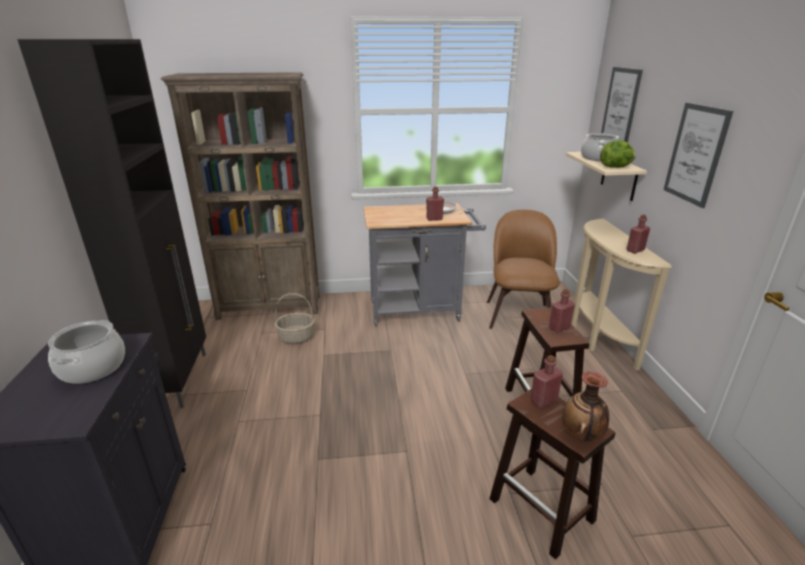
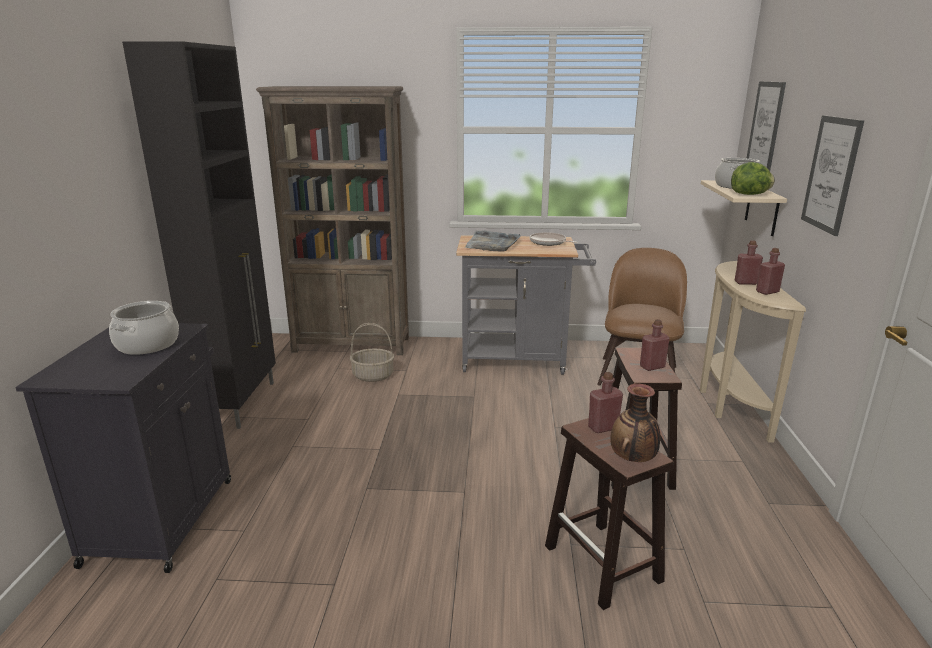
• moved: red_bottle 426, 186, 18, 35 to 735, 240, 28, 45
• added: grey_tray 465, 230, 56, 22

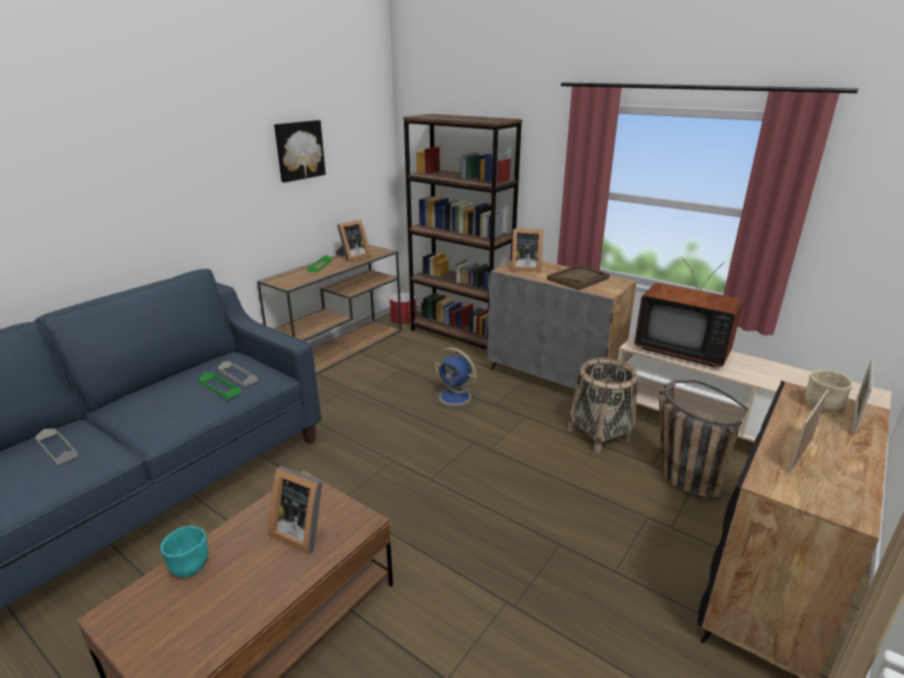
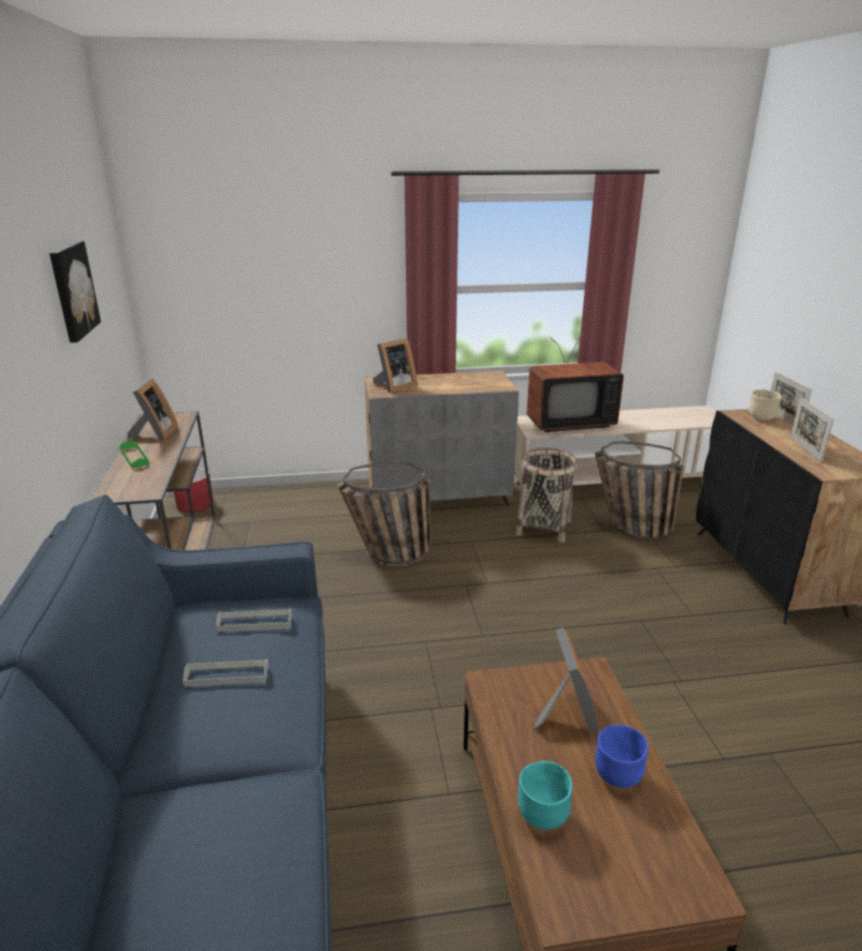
• moved: grey_tray 35, 429, 43, 36 to 183, 659, 86, 28
• removed: green_tray 199, 373, 42, 26
• turned: picture_frame 269, 466, 53, 88 = 533, 628, 65, 106 75 degrees counterclockwise
• removed: brown_bookcase 403, 114, 119, 235
• replaced: blue_fan 431, 348, 49, 62 to basket 337, 462, 94, 102
• removed: brown_tray 547, 265, 63, 25
• added: blue_bowl 595, 725, 53, 63

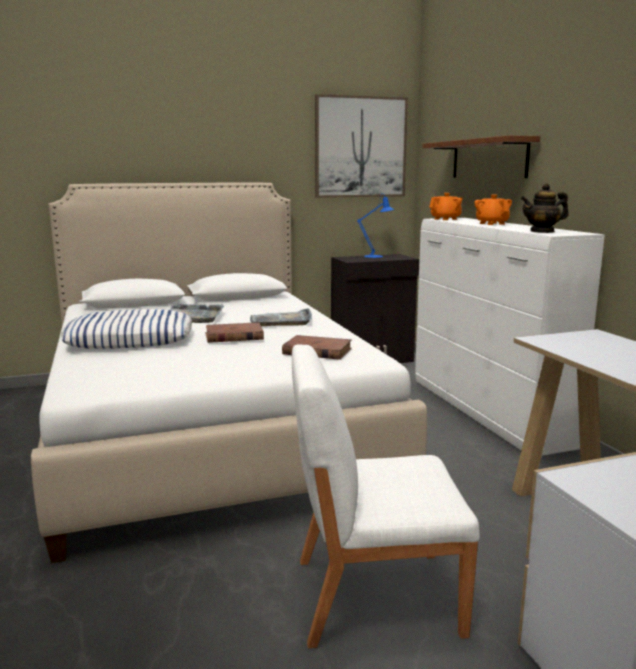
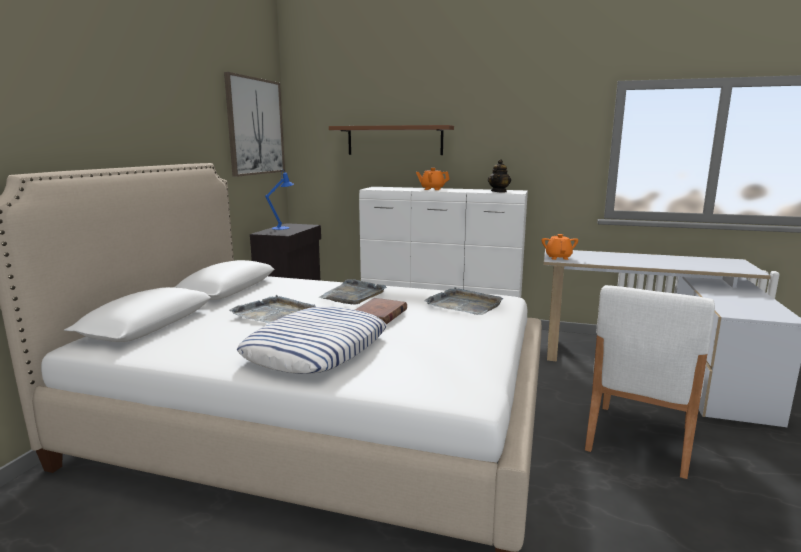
• replaced: brown_book 282, 335, 70, 25 to grey_tray 424, 287, 79, 28
• moved: orange_teapot 429, 193, 34, 27 to 542, 234, 36, 26

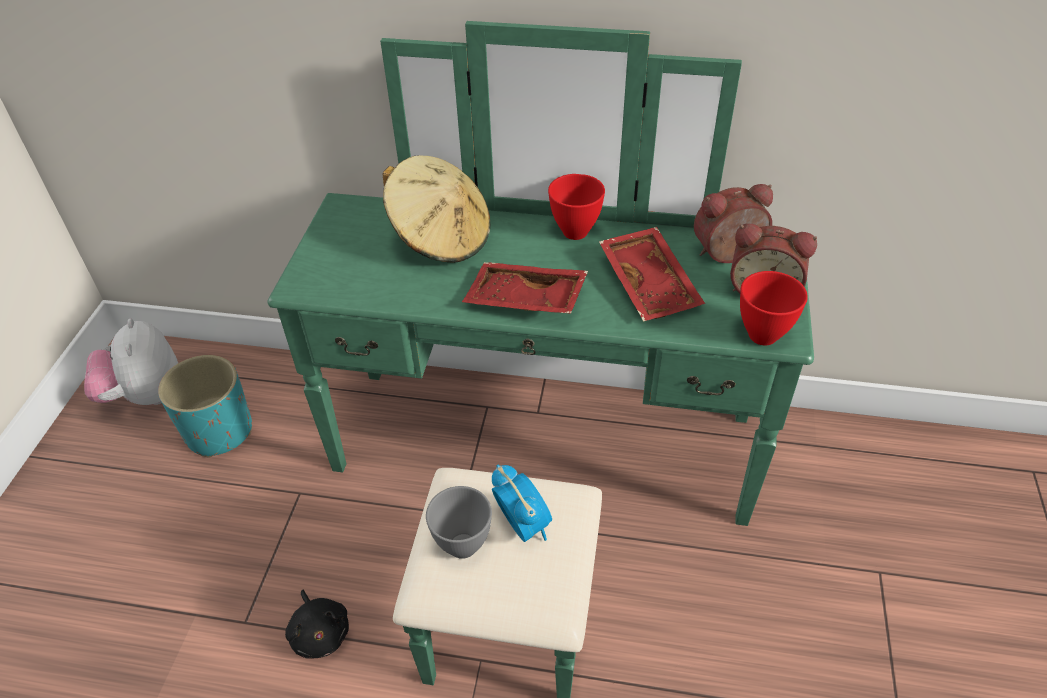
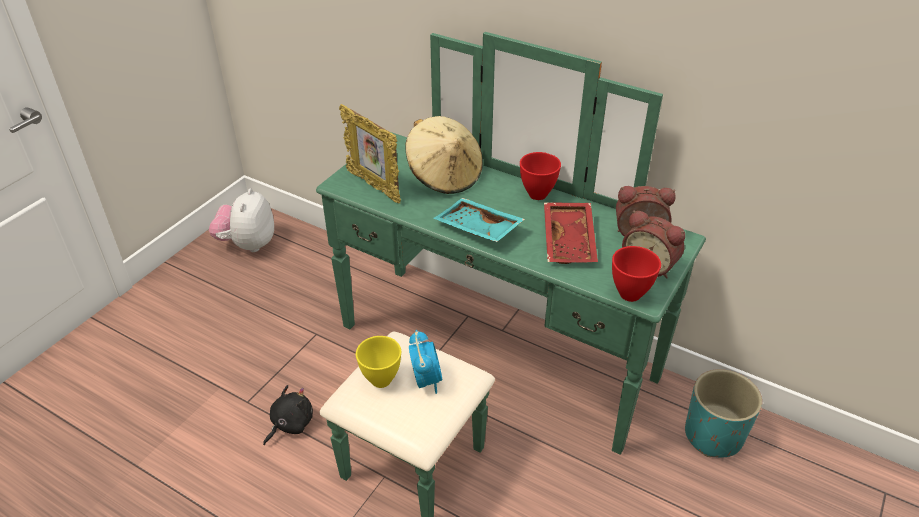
• moved: turquoise_planter 158, 355, 94, 103 to 685, 369, 77, 89
• turned: black_plush_toy 285, 589, 64, 70 = 263, 385, 50, 60 135 degrees counterclockwise
• recoloured: grey_bowl 426, 486, 66, 73 to yellow_bowl 356, 336, 45, 52
• recoloured: red_tray 462, 262, 126, 52 to turquoise_tray 434, 198, 91, 44
• added: picture_frame 339, 104, 62, 100

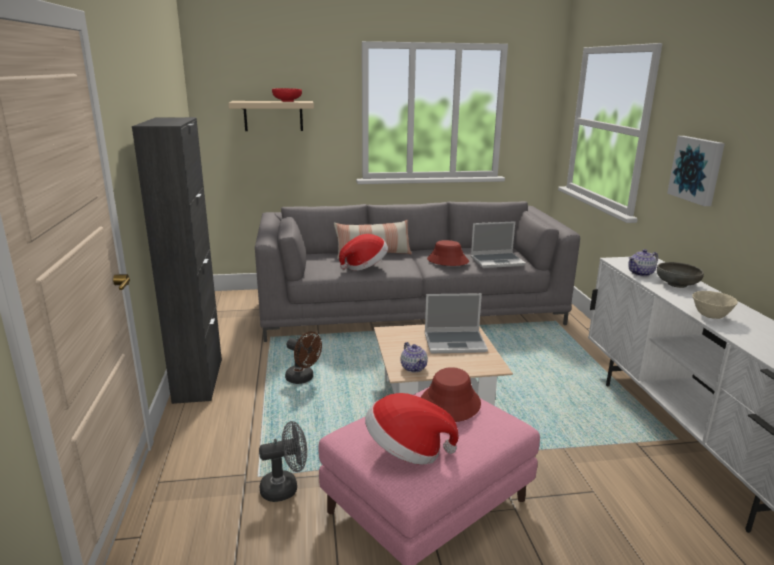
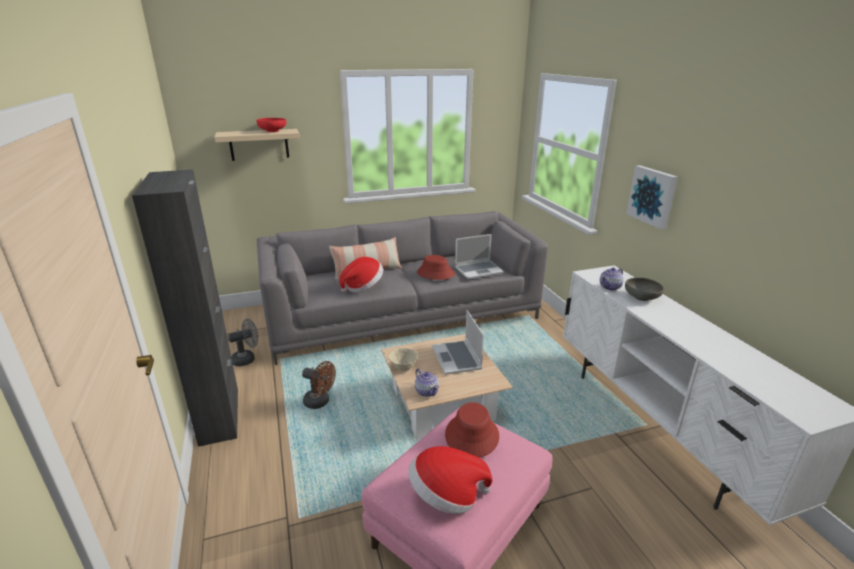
• moved: grey_fan 259, 421, 48, 81 to 228, 319, 30, 47
• turned: laptop 425, 293, 63, 60 = 432, 310, 52, 65 90 degrees clockwise
• moved: beige_bowl 692, 291, 46, 28 to 389, 348, 29, 23

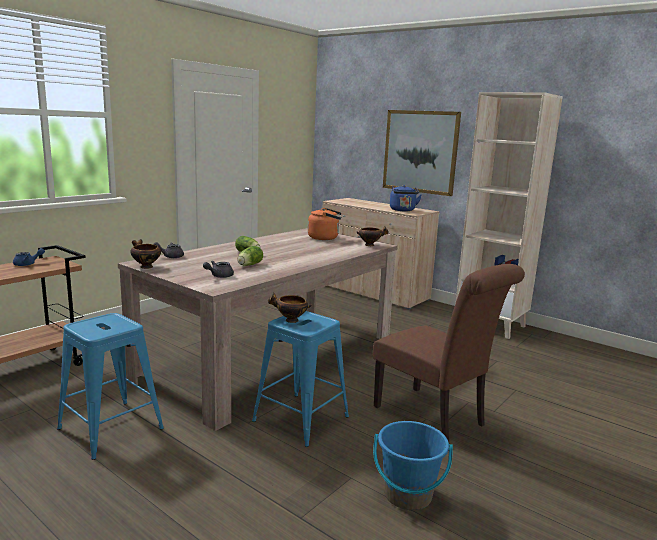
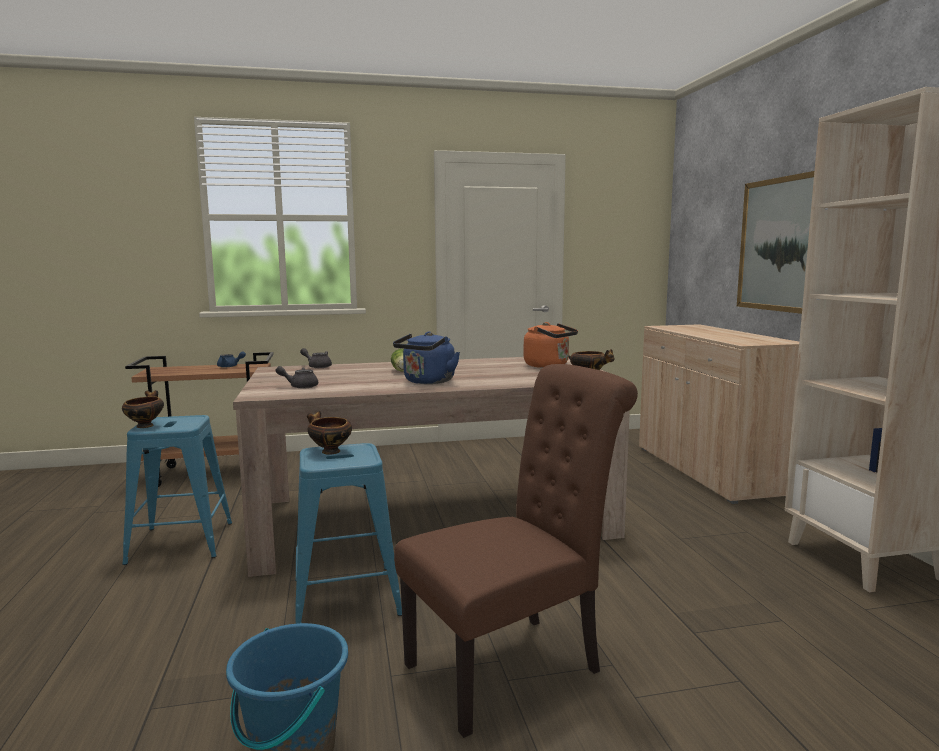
• moved: bowl 130, 239, 31, 30 to 122, 390, 42, 38
• removed: lettuce 237, 246, 26, 20
• turned: brown_chair 373, 264, 152, 178 = 394, 364, 244, 374 120 degrees counterclockwise
• moved: blue_kettle 390, 185, 32, 26 to 393, 332, 67, 52

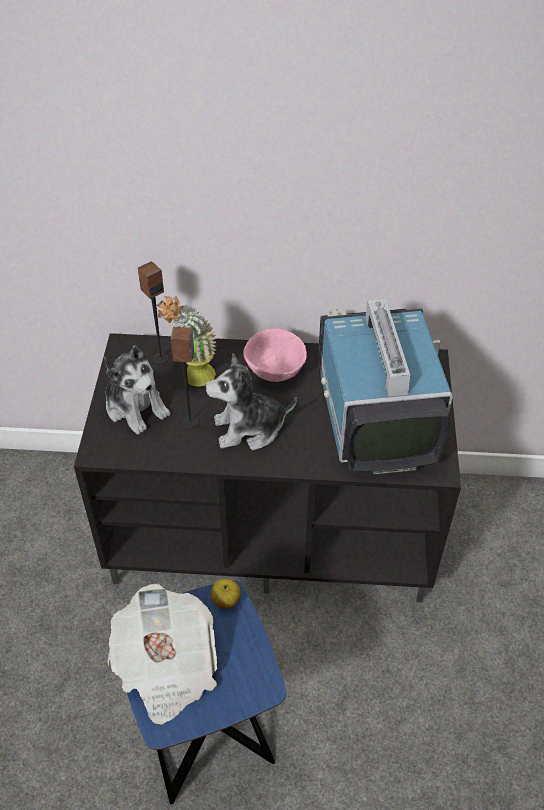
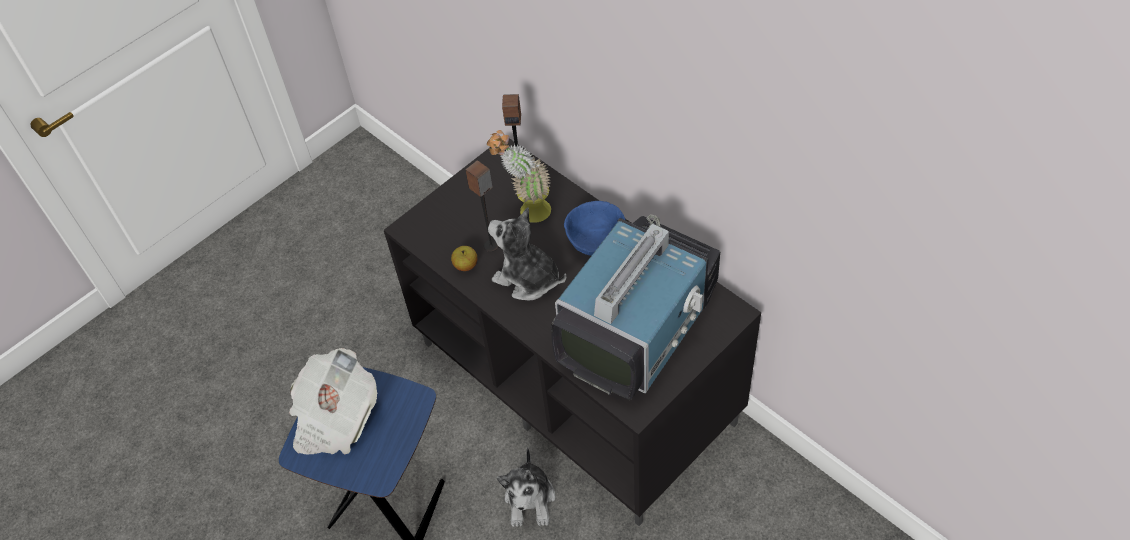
• moved: plush_toy 104, 345, 66, 90 to 497, 447, 59, 80
• moved: apple 211, 578, 30, 31 to 451, 246, 26, 25
• recoloured: pink_bowl 243, 329, 64, 53 to blue_bowl 564, 201, 61, 55

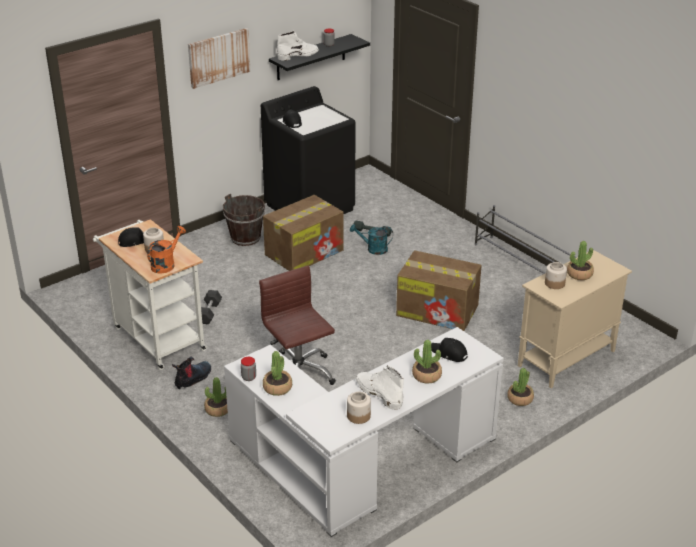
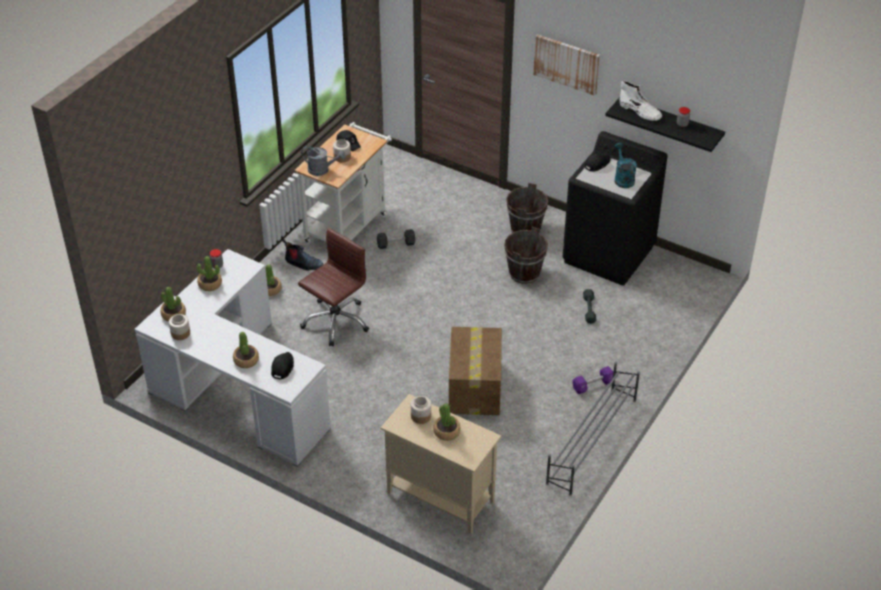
• recoloured: orange_watering_can 147, 226, 39, 48 to grey_watering_can 301, 146, 45, 30
• replaced: cardboard_box 263, 195, 81, 76 to brown_bucket 504, 226, 44, 58
• moved: turquoise_watering_can 350, 224, 43, 31 to 614, 143, 23, 45
• removed: white_boot 356, 365, 47, 45
• moved: potted_plant 507, 368, 27, 38 to 160, 287, 26, 35
• added: purple_dumbbell 572, 366, 41, 28

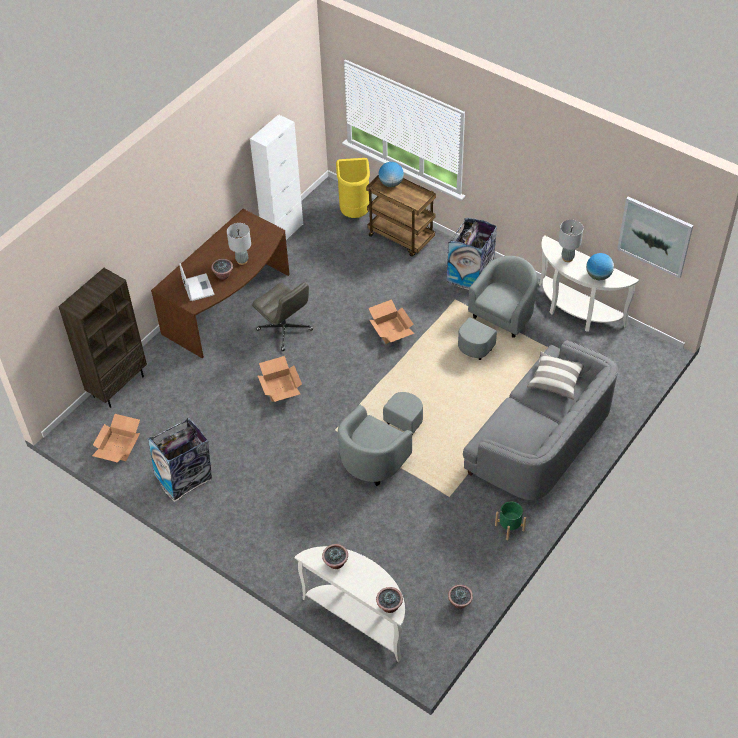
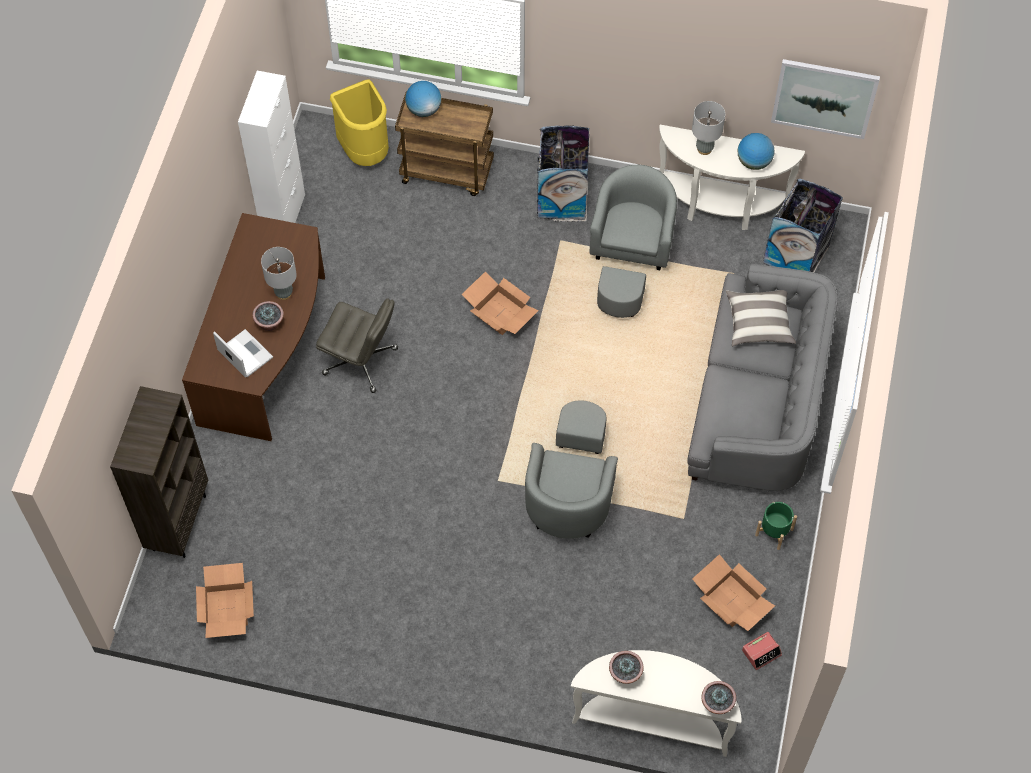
• moved: trash_can 147, 418, 65, 84 to 763, 179, 80, 93
• moved: cardboard_box 258, 356, 44, 46 to 692, 554, 83, 77
• replaced: potted_plant 448, 585, 25, 24 to alarm_clock 742, 632, 40, 38

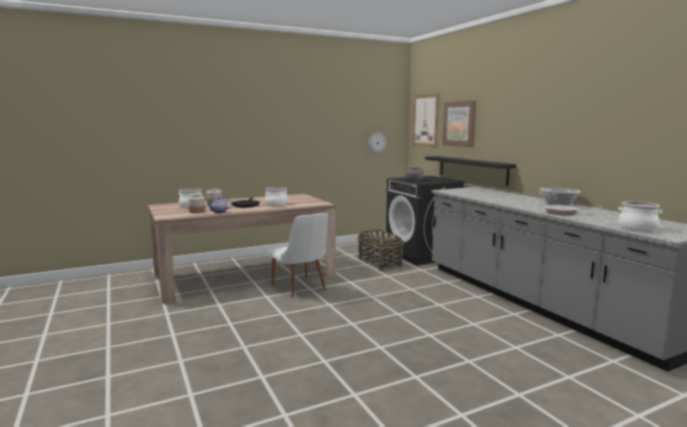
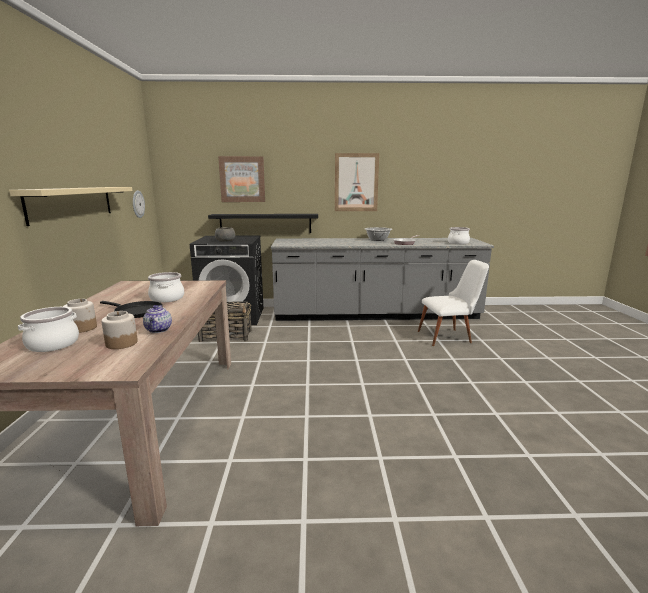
• moved: white_chair 268, 213, 60, 85 to 418, 260, 71, 86
• moved: picture 413, 93, 26, 55 to 335, 153, 44, 58
• added: beige_shelf 9, 187, 123, 39

